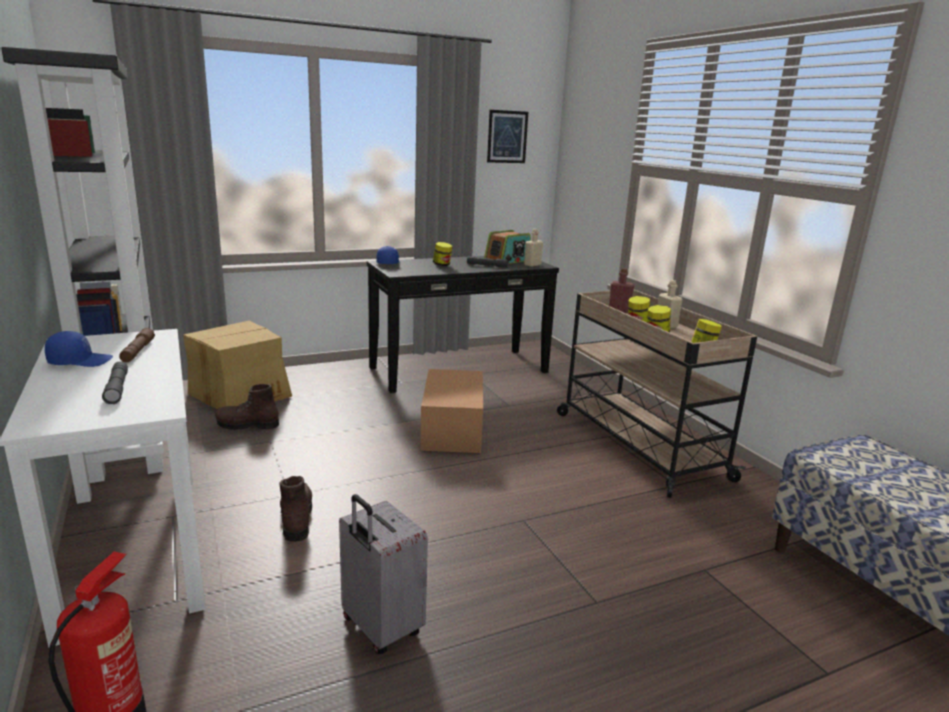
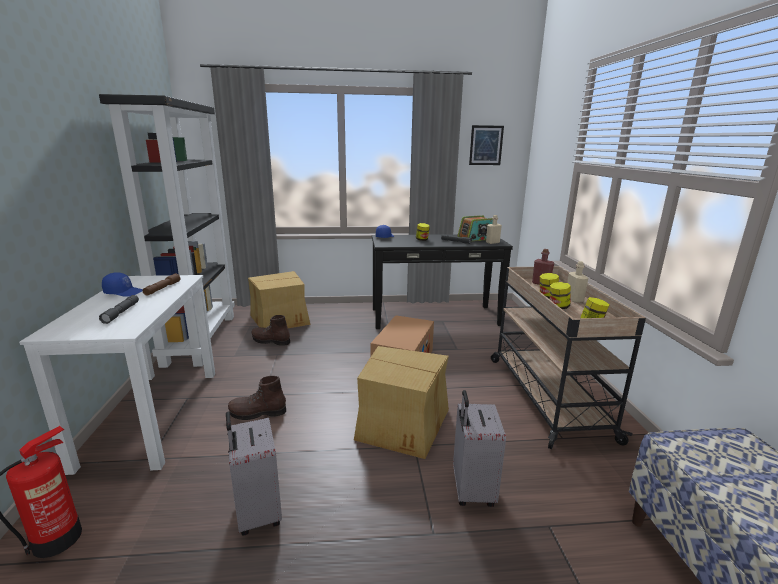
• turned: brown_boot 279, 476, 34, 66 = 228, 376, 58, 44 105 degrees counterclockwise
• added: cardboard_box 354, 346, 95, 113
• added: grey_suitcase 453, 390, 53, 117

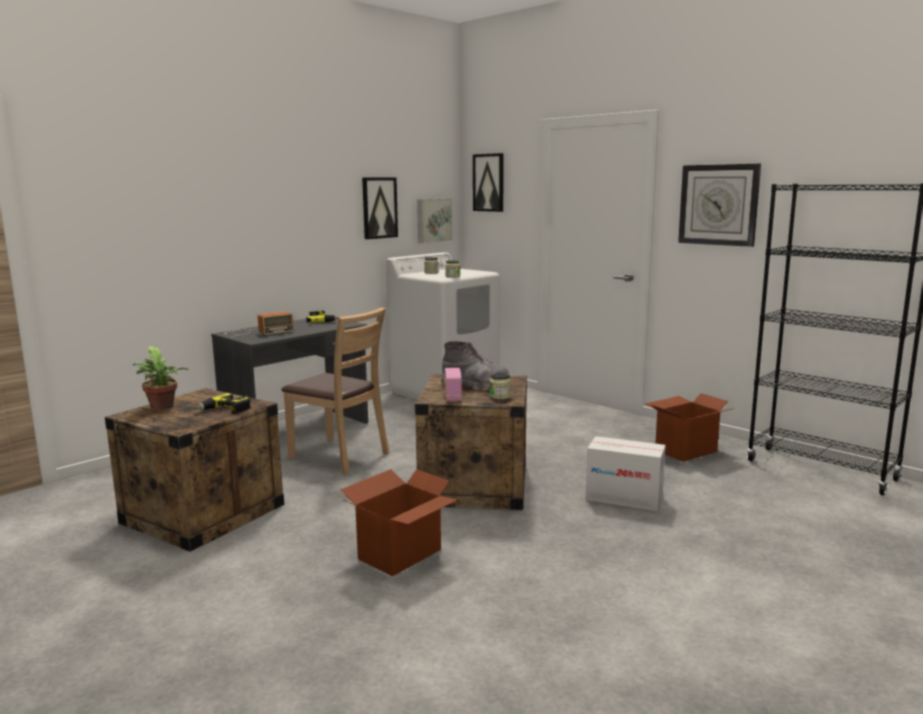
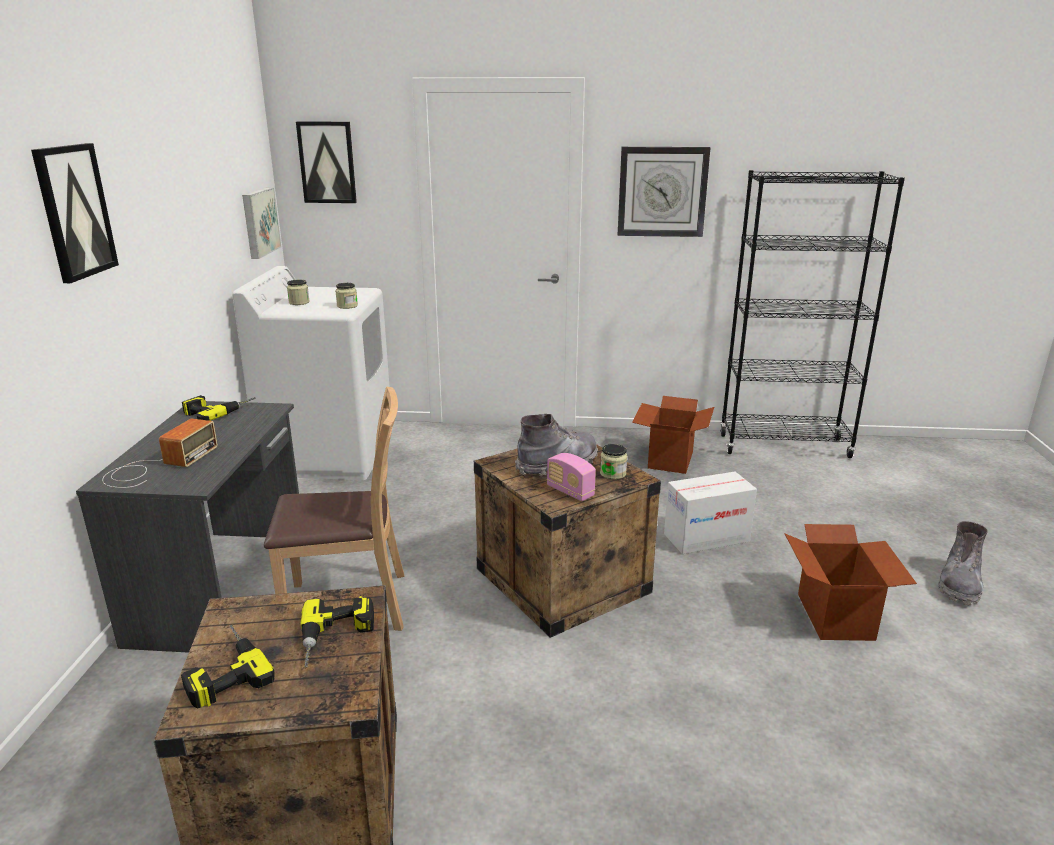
• replaced: potted_plant 133, 346, 55, 64 to power_drill 181, 625, 94, 84
• moved: cardboard_box 340, 469, 117, 107 to 785, 524, 132, 117
• moved: picture 362, 177, 36, 62 to 31, 143, 88, 140
• added: grey_boot 938, 521, 50, 84

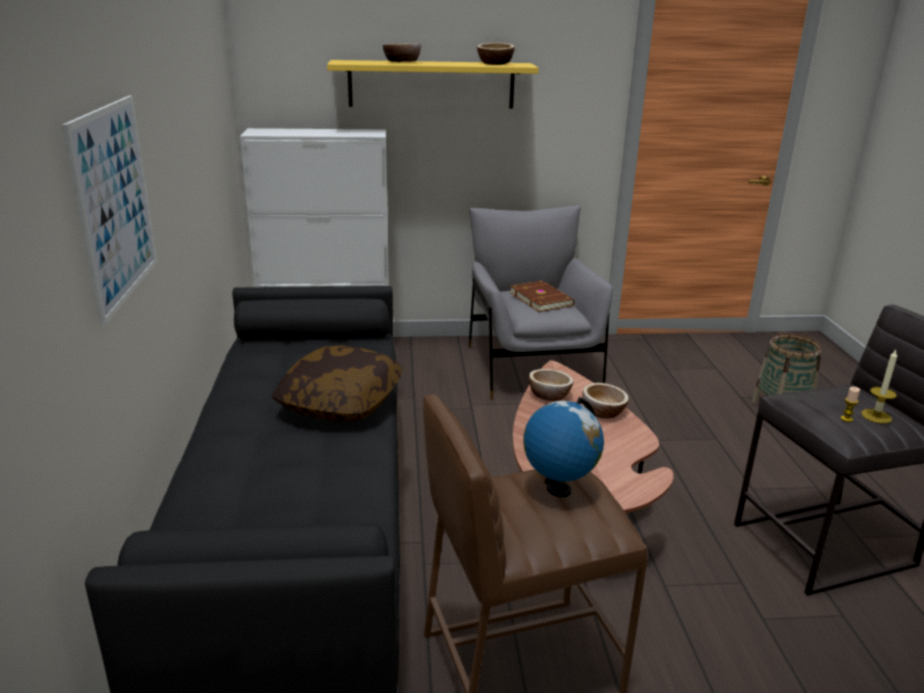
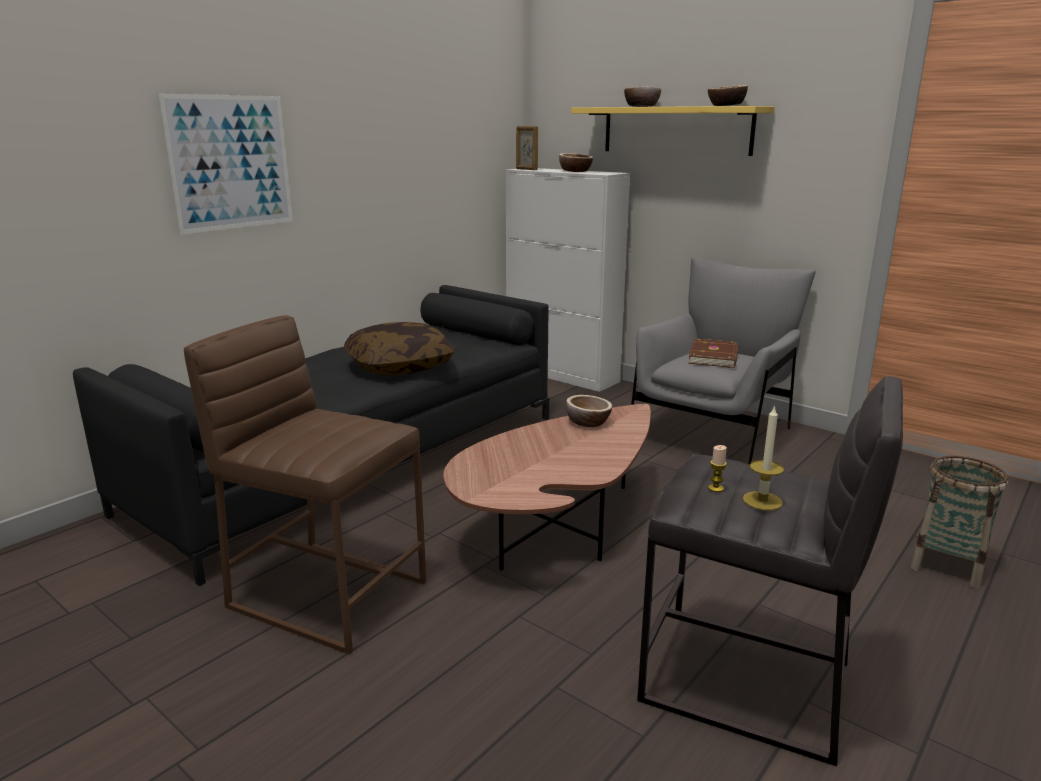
• removed: globe 523, 397, 81, 100
• moved: bowl 583, 383, 46, 36 to 559, 153, 34, 19
• added: picture_frame 516, 126, 22, 44

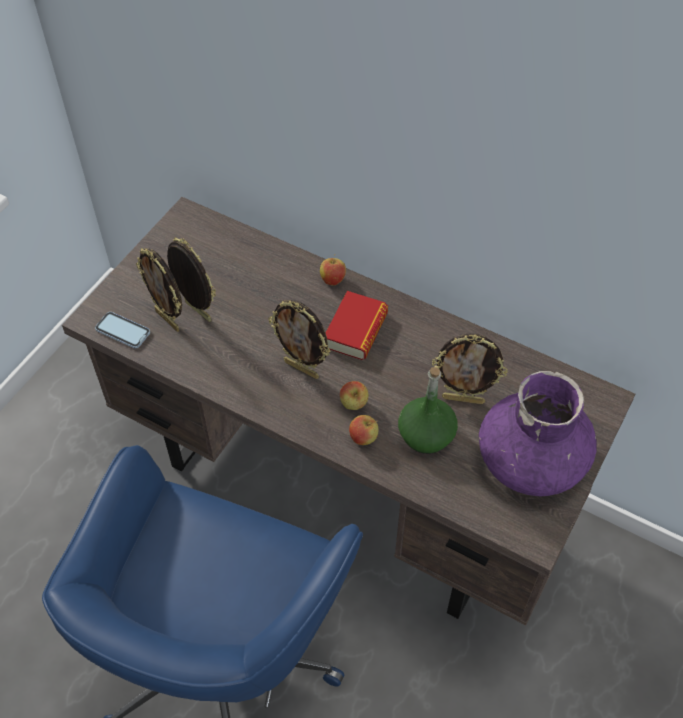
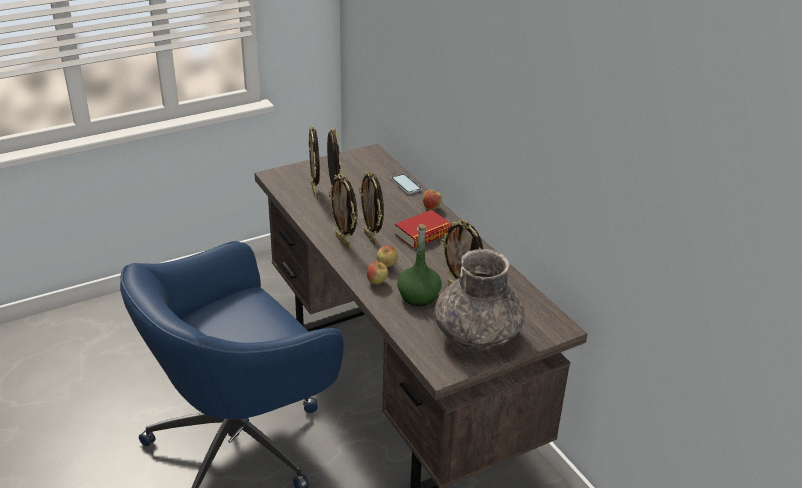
• moved: phone 95, 312, 55, 37 to 391, 174, 31, 20
• recoloured: purple_vase 479, 371, 118, 125 to grey_vase 434, 249, 91, 101
• added: picture_frame 329, 174, 28, 75

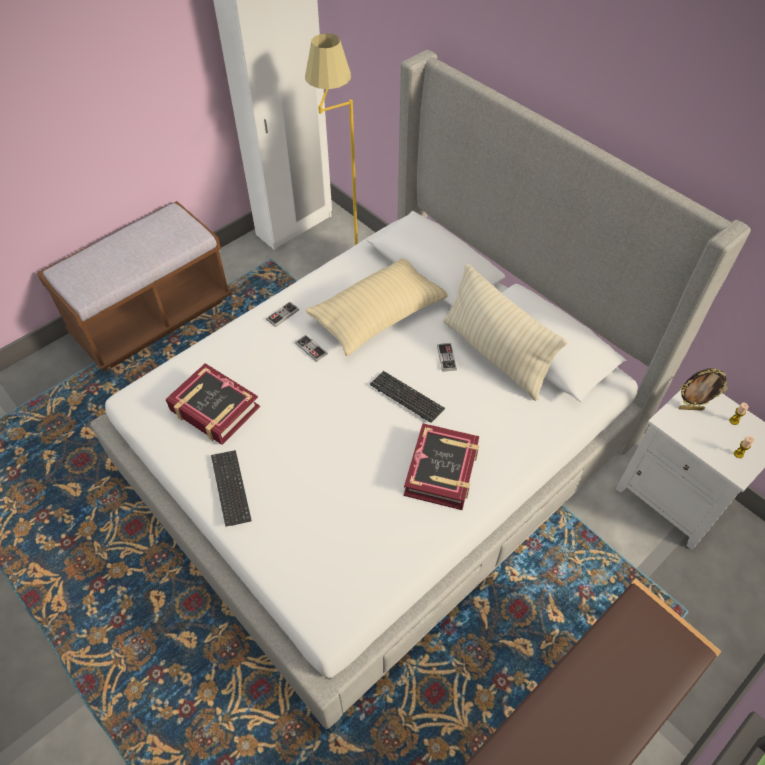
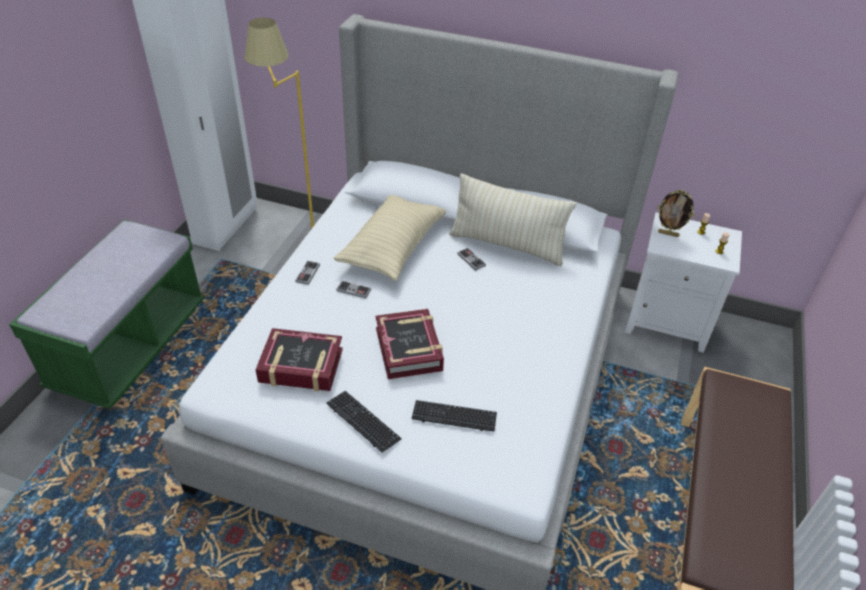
• recoloured: brown_bench 37, 201, 195, 170 to green_bench 9, 219, 196, 190
• moved: keyboard 370, 371, 75, 52 to 412, 400, 85, 32
• moved: book 404, 423, 75, 87 to 376, 309, 68, 70
• turned: picture_frame 678, 368, 49, 43 = 657, 190, 38, 47 45 degrees clockwise

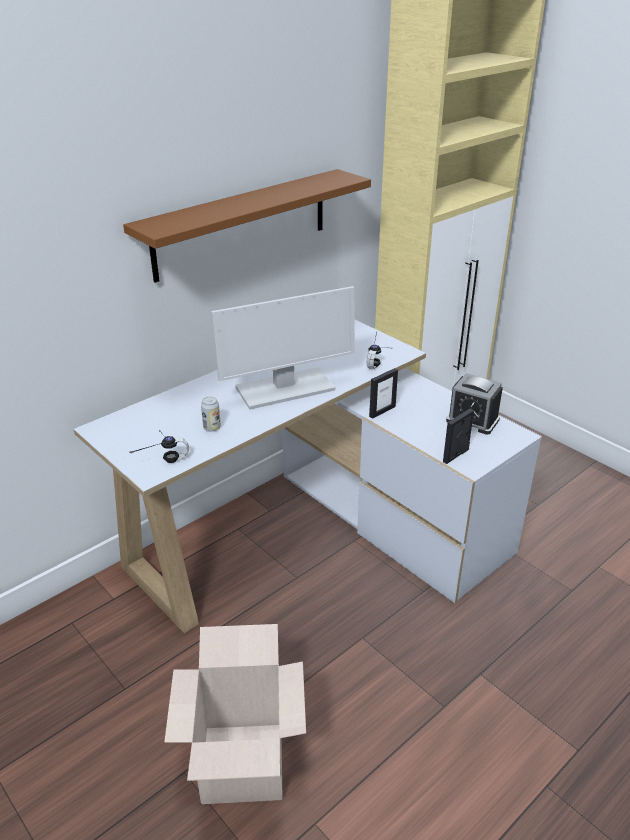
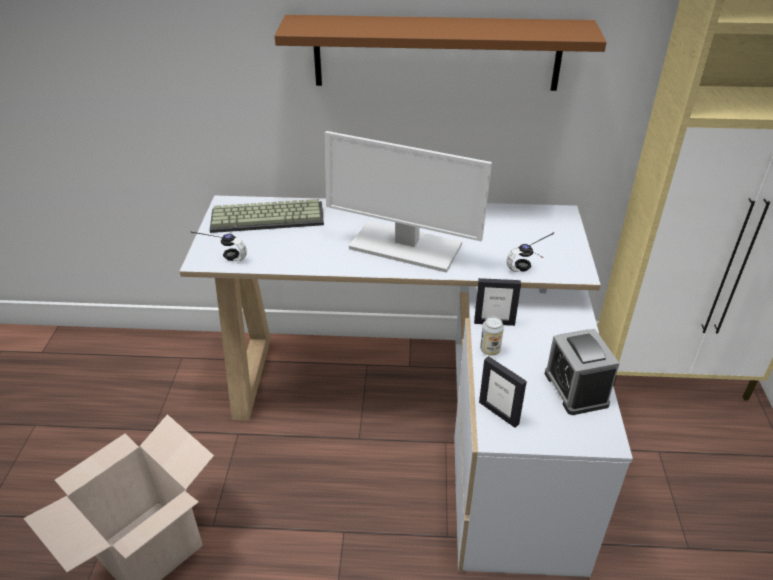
• moved: can 201, 397, 20, 35 to 480, 317, 24, 39
• turned: picture_frame 443, 409, 31, 55 = 479, 356, 48, 72 135 degrees counterclockwise
• added: keyboard 210, 199, 114, 34

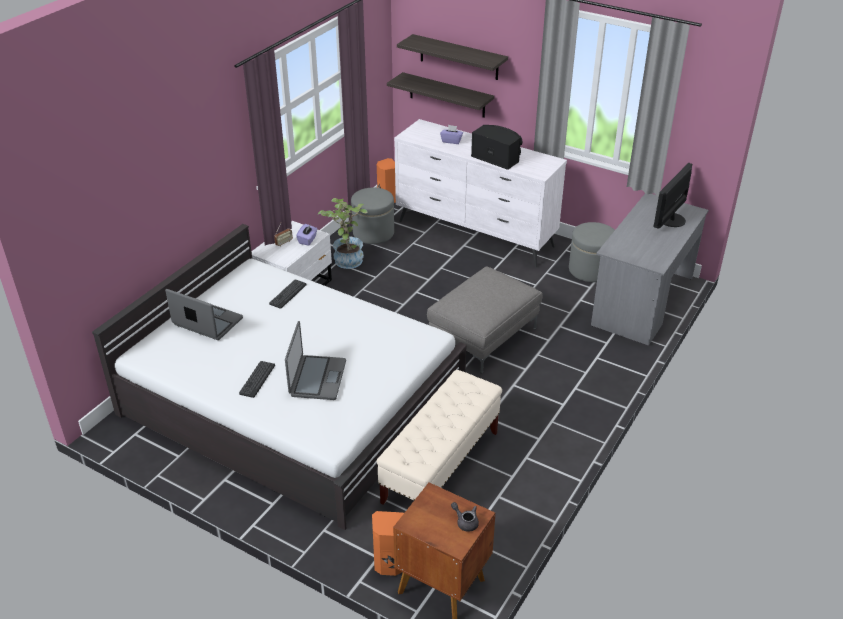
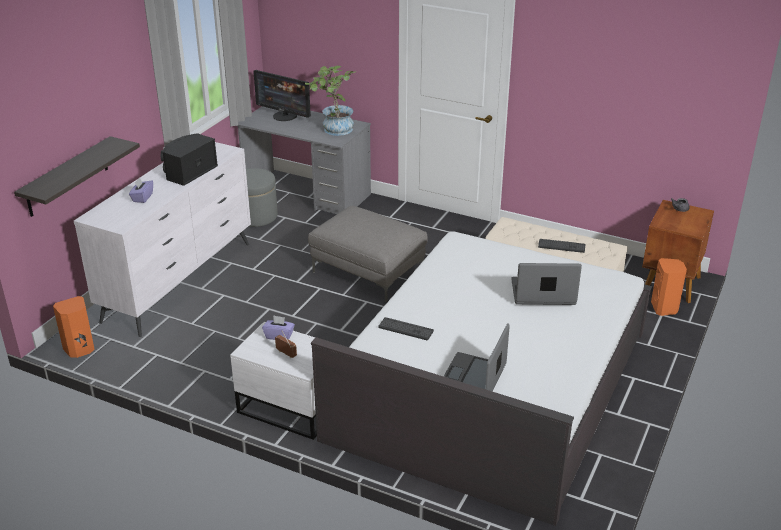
• moved: keyboard 239, 361, 36, 37 to 538, 239, 47, 14
• moved: potted_plant 318, 198, 49, 71 to 305, 66, 51, 70
• removed: grey_ottoman 351, 188, 43, 56
• removed: shelf 397, 34, 111, 46

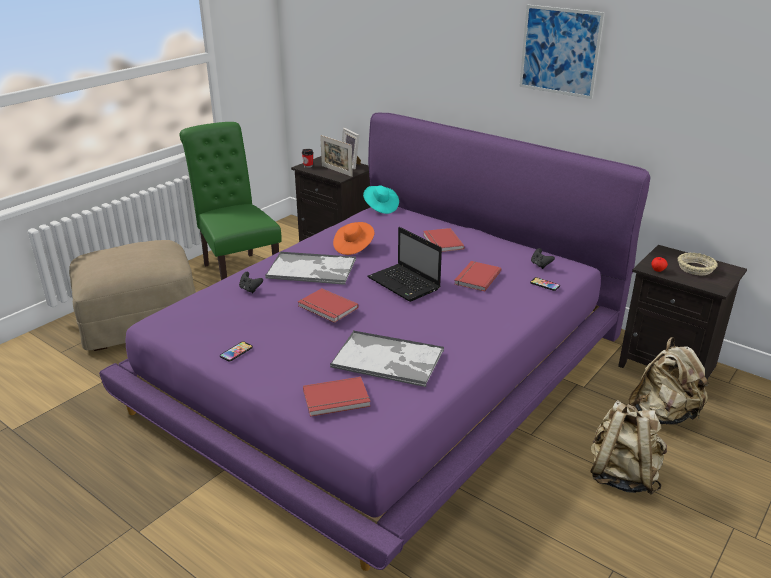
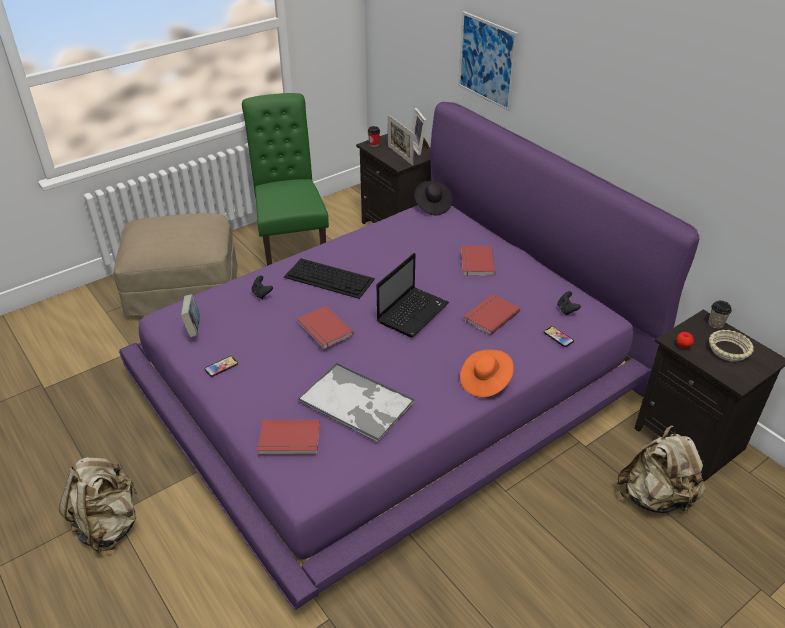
• replaced: tray 265, 251, 91, 34 to keyboard 284, 258, 91, 41
• moved: orange_hat 333, 222, 41, 33 to 460, 349, 54, 48
• recoloured: turquoise_hat 363, 185, 36, 29 to black_hat 414, 181, 39, 34
• turned: laptop 368, 227, 74, 75 = 377, 253, 72, 85 120 degrees counterclockwise
• moved: picture 519, 5, 86, 94 to 458, 11, 60, 100
• moved: beige_backpack 590, 400, 77, 95 to 59, 457, 78, 97
• added: book 181, 294, 19, 43
• added: cup 709, 301, 23, 28

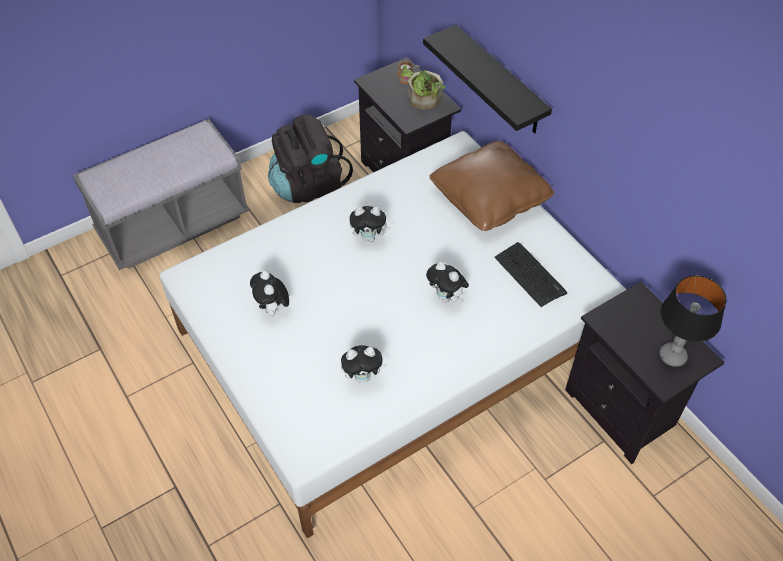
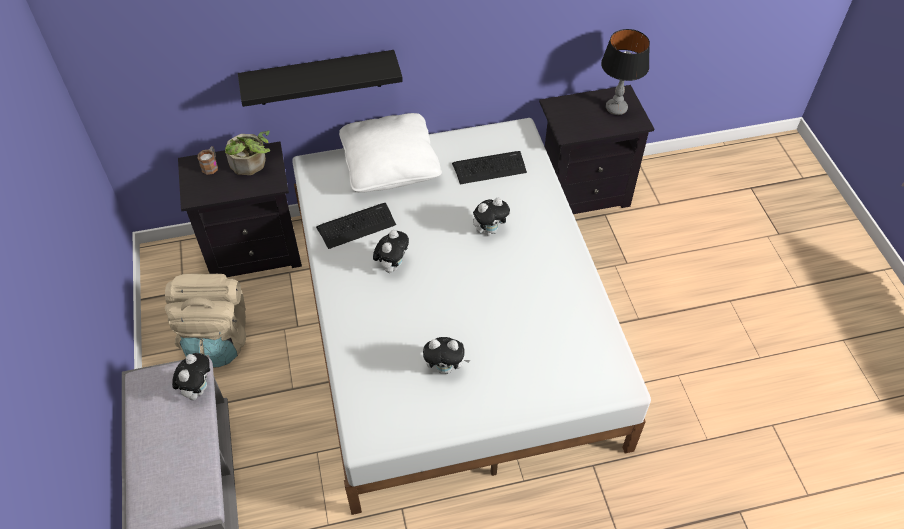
• recoloured: black_backpack 268, 115, 85, 88 to beige_backpack 165, 274, 81, 94
• moved: plush_toy 341, 345, 46, 37 to 172, 353, 38, 47
• recoloured: brown_pillow 429, 141, 125, 90 to white_pillow 339, 113, 103, 80
• added: keyboard 316, 203, 80, 46

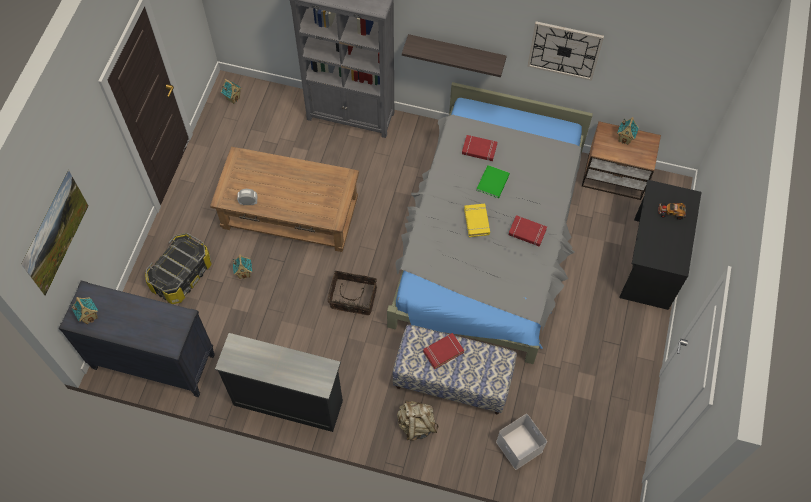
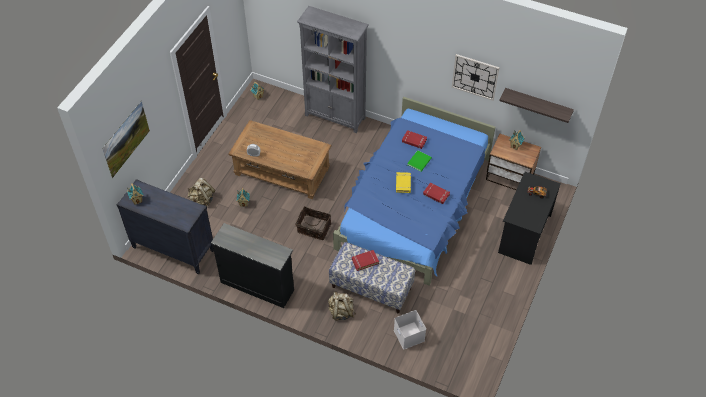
• replaced: storage_box 145, 233, 67, 71 to beige_backpack 188, 178, 27, 28
• recoloured: grey_bed 387, 82, 206, 282 to blue_bed 333, 97, 162, 189
• moved: shelf 402, 34, 105, 43 to 499, 88, 75, 35

